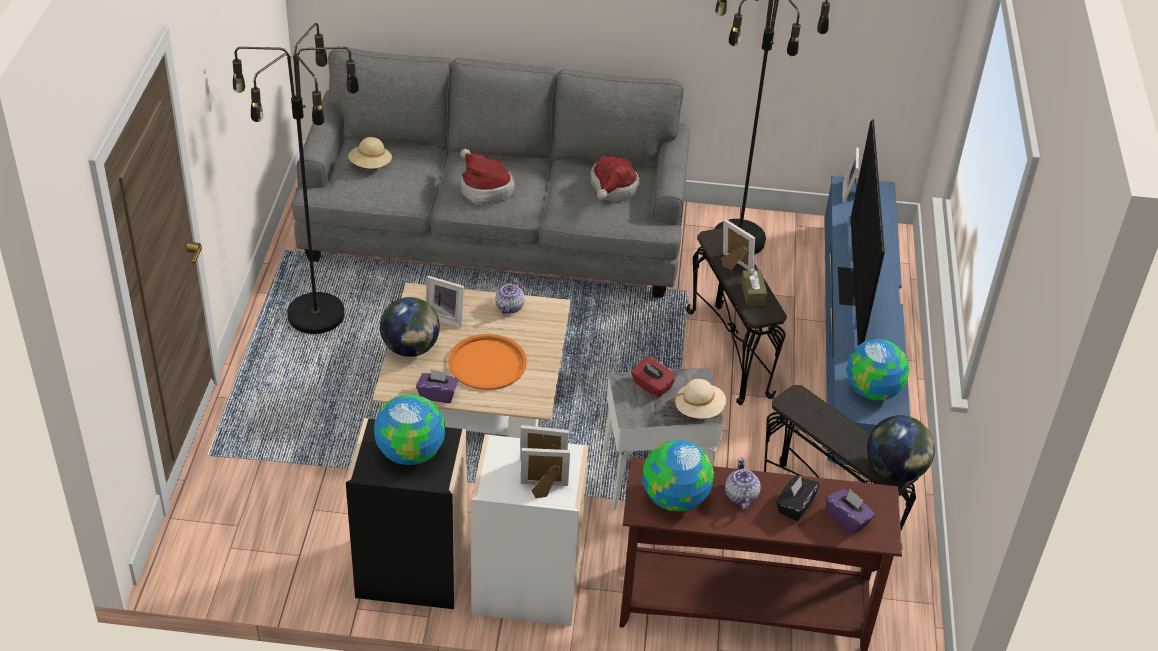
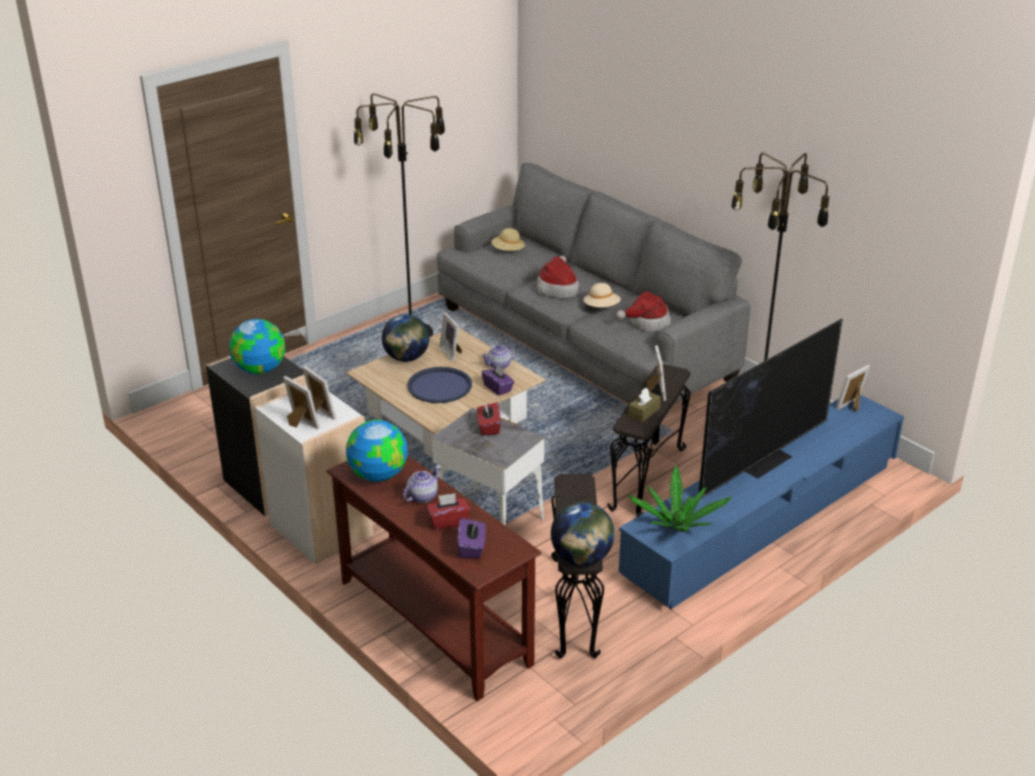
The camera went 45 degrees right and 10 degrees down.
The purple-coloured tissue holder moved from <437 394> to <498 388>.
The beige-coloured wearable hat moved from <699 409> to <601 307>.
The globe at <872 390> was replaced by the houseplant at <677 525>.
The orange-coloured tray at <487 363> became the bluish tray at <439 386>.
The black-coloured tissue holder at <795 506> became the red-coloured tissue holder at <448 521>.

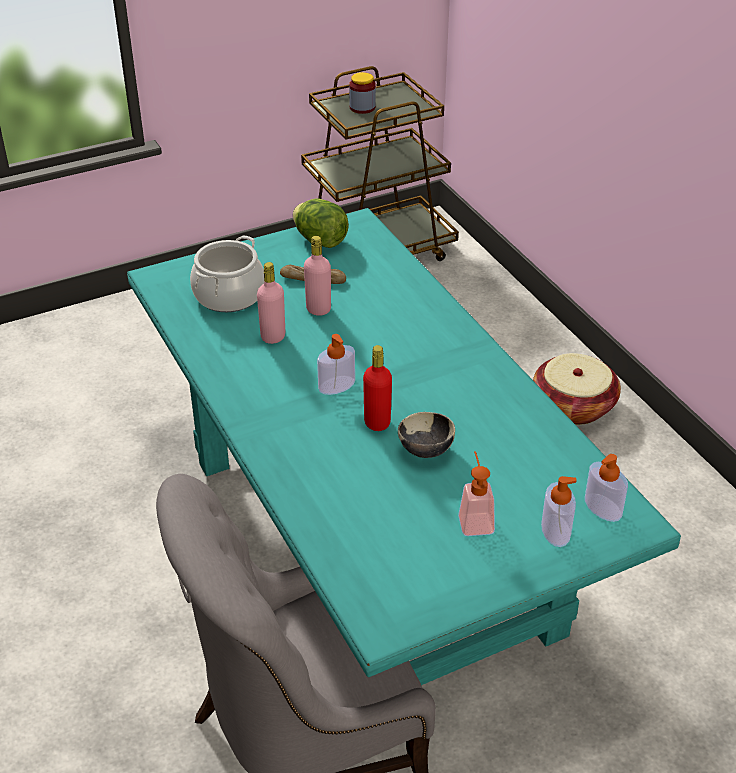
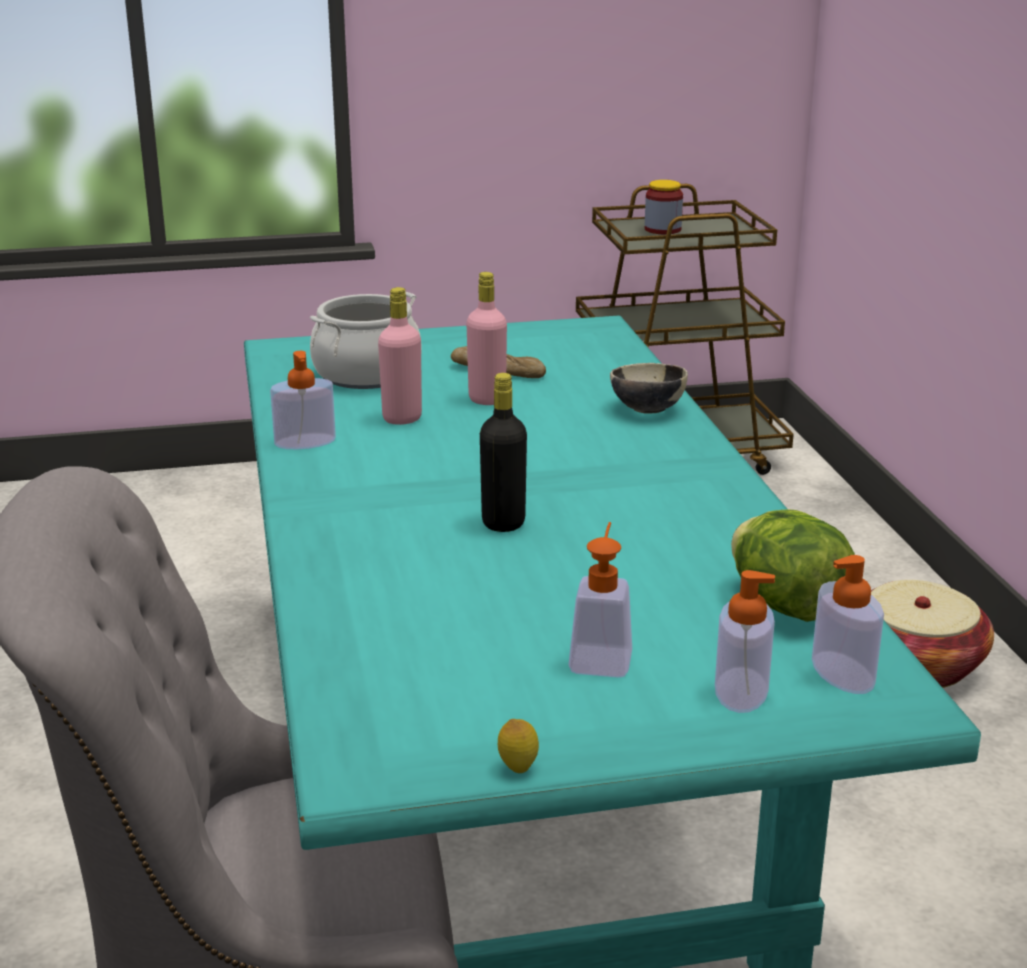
The camera went 15 degrees right and 15 degrees down.
The whole lemon at <518 768> appeared.
The lettuce head moved from <320 241> to <786 606>.
The liquid soap bottle moved from <336 385> to <305 442>.
The bowl moved from <425 450> to <647 410>.
The red-coloured beverage bottle at <377 422> became the black-coloured beverage bottle at <503 523>.

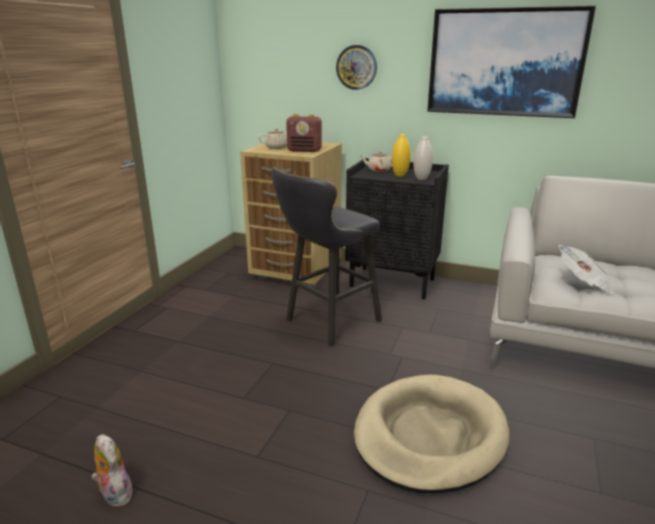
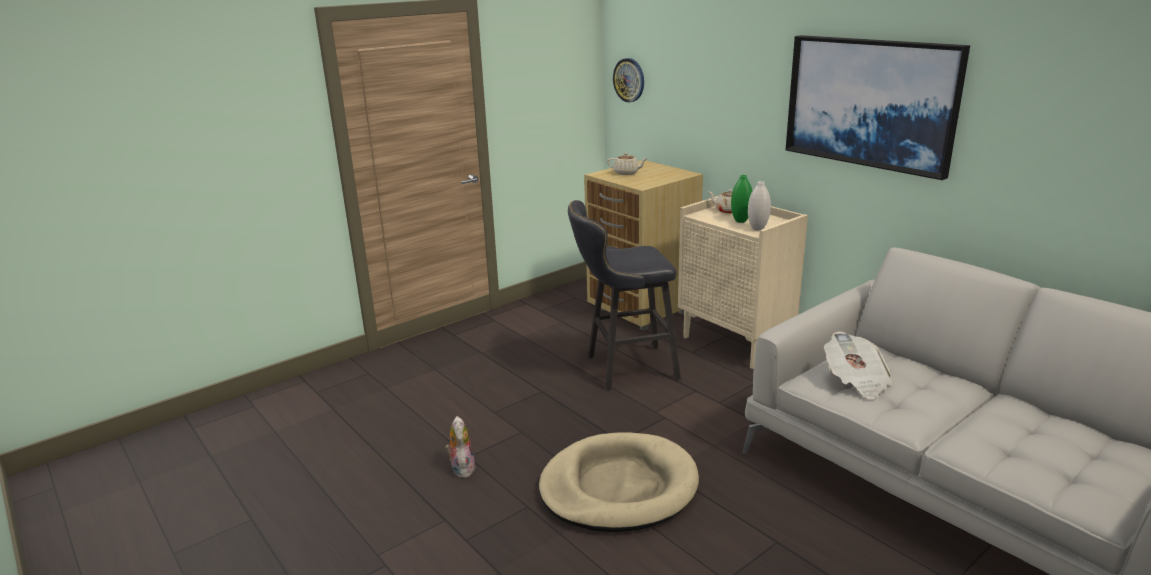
The camera went 30 degrees right and 0 degrees up.
The radio at <305 150> disappeared.
The plush toy moved from <114 494> to <461 468>.
The hanging clock moved from <356 67> to <629 80>.
The black-coloured storage cabinet at <393 283> became the beige-coloured storage cabinet at <735 343>.
The yellow-coloured decorative vase at <400 175> became the green-coloured decorative vase at <740 221>.

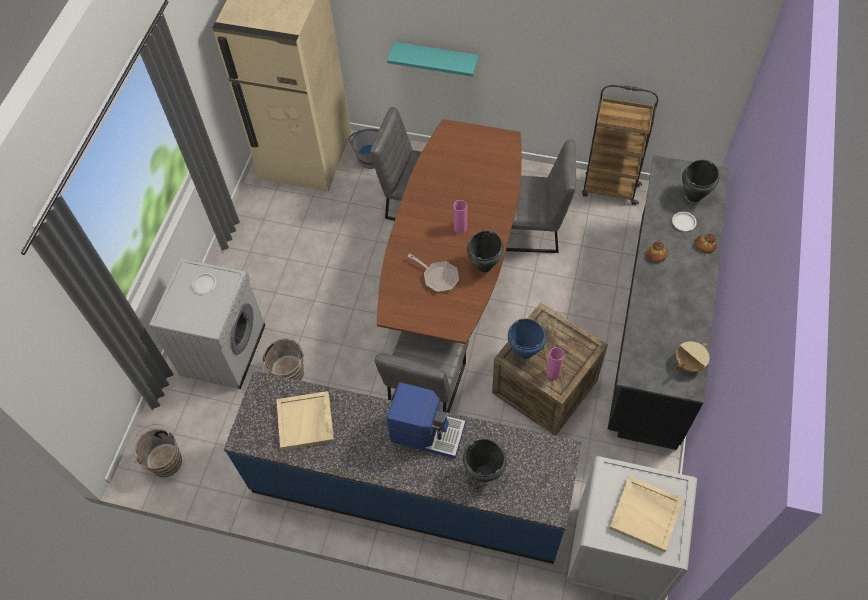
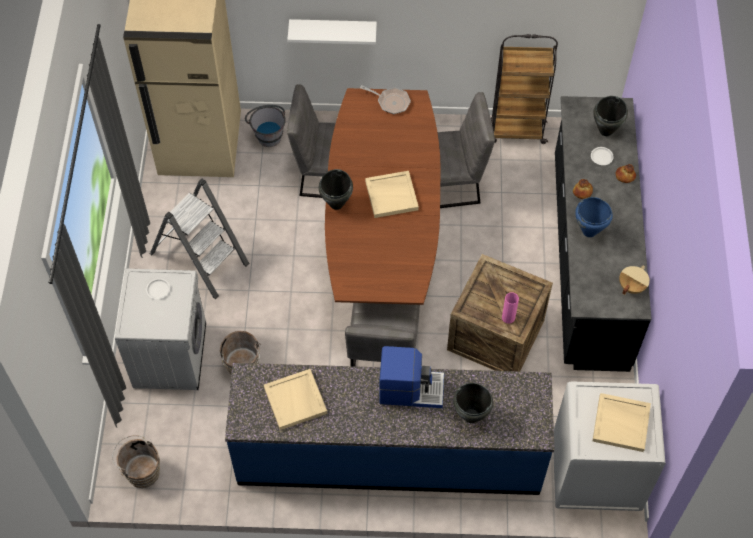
The camera went 15 degrees left and 0 degrees up.
The gray stepladder at <198 257> appeared.
The pan moved from <438 277> to <391 102>.
The black-coloured cooking pot moved from <485 266> to <336 203>.
The bluish cooking pot moved from <524 353> to <589 231>.
The pinkish decorative vase at <460 228> was replaced by the beige-coloured tray at <392 195>.
The turquoise shelf at <436 58> became the white-coloured shelf at <333 30>.

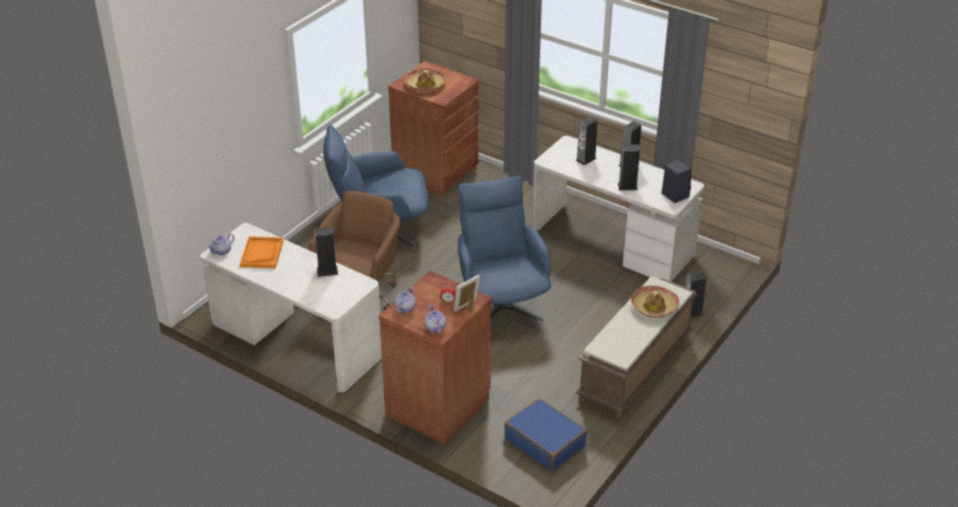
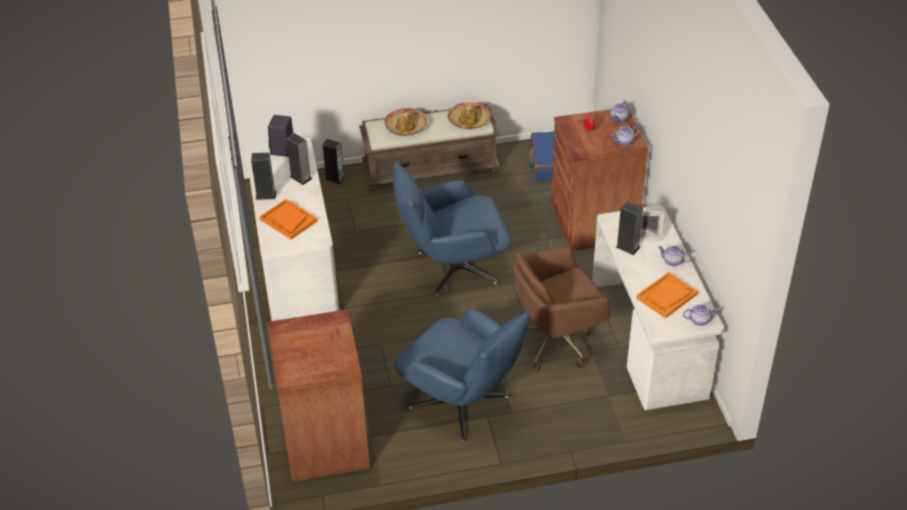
The camera went 135 degrees left and 5 degrees up.
The pot for tea at <672 261> appeared.
The wearable hat moved from <425 84> to <469 120>.
The picture frame moved from <468 308> to <648 236>.
The audio speaker at <586 159> was replaced by the orange-coloured tray at <288 220>.
The bluish easy chair at <501 305> turned 45 degrees clockwise.

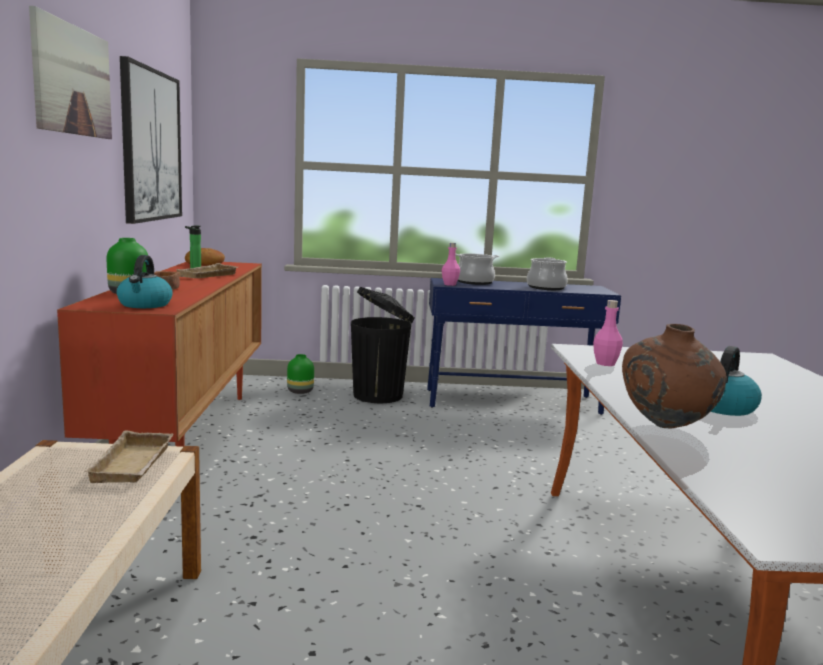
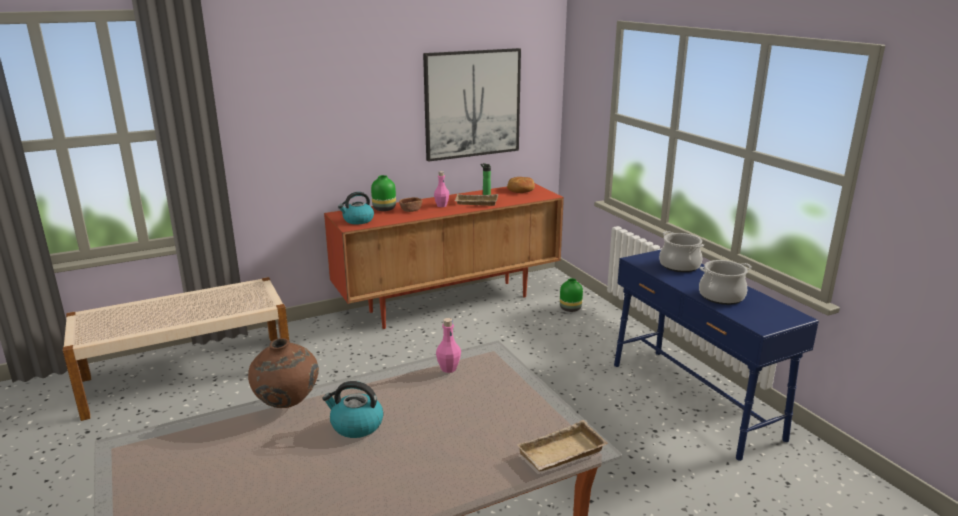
The camera went 65 degrees right and 10 degrees up.
The wall art at <73 80> disappeared.
The black-coloured trash can at <379 395> disappeared.
The beige-coloured tray moved from <135 465> to <562 454>.
The pinkish beverage bottle moved from <450 284> to <441 205>.

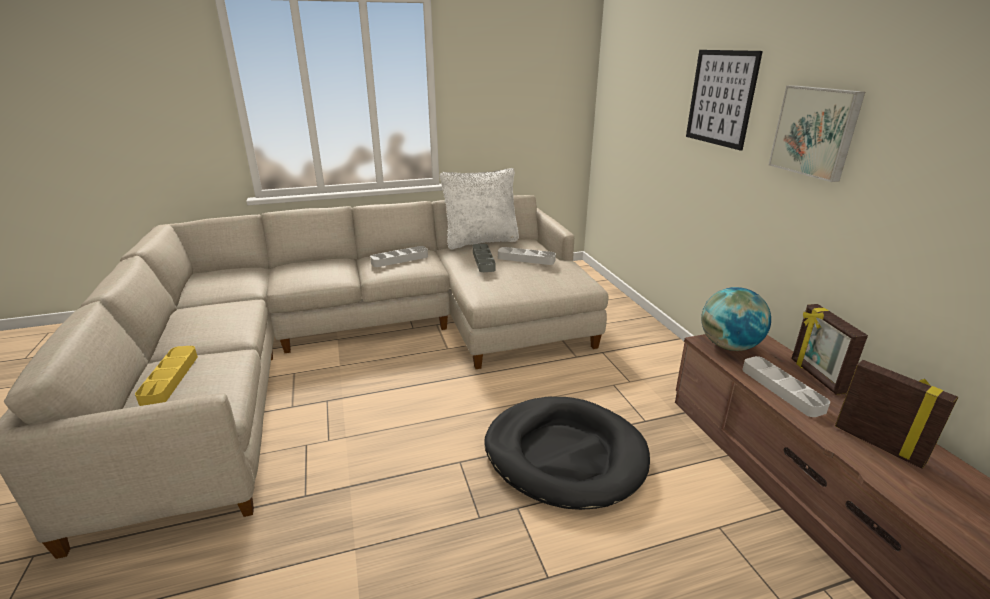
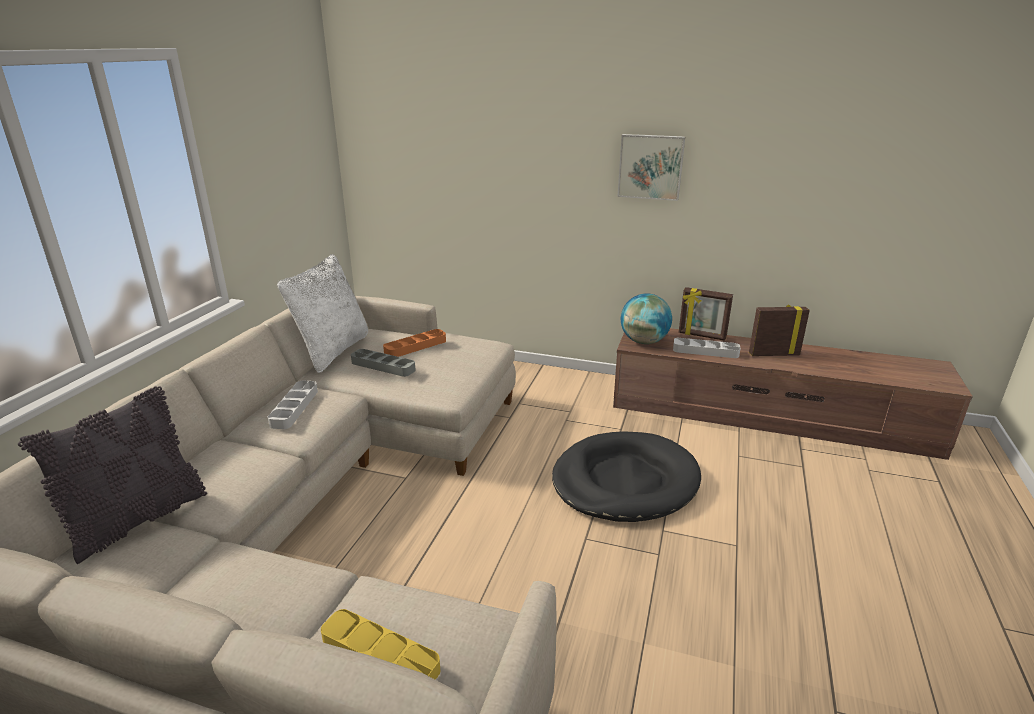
The camera went 55 degrees left and 0 degrees up.
The wall art at <721 98> disappeared.
The black-coloured pillow at <138 519> appeared.
The gray tray at <526 259> became the orange-coloured tray at <415 347>.

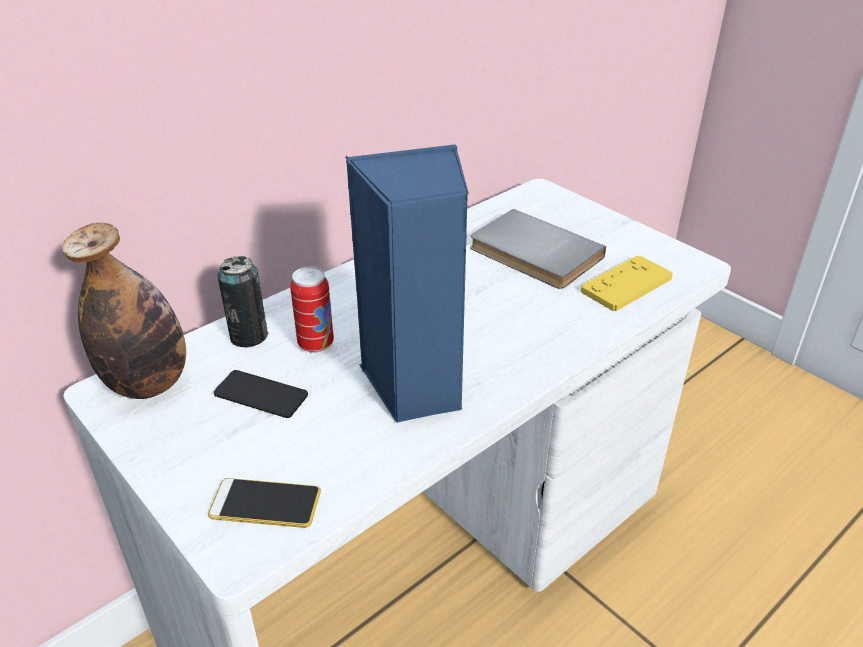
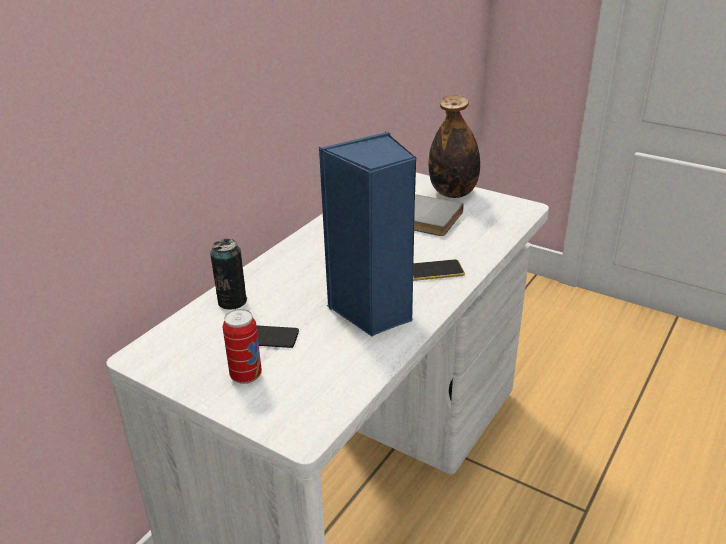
The camera went 15 degrees left and 5 degrees down.
The yellow-coloured gamepad at <626 285> disappeared.
The beverage bottle moved from <148 383> to <453 193>.
The handset moved from <265 504> to <432 271>.
The sealed can moved from <316 344> to <246 376>.

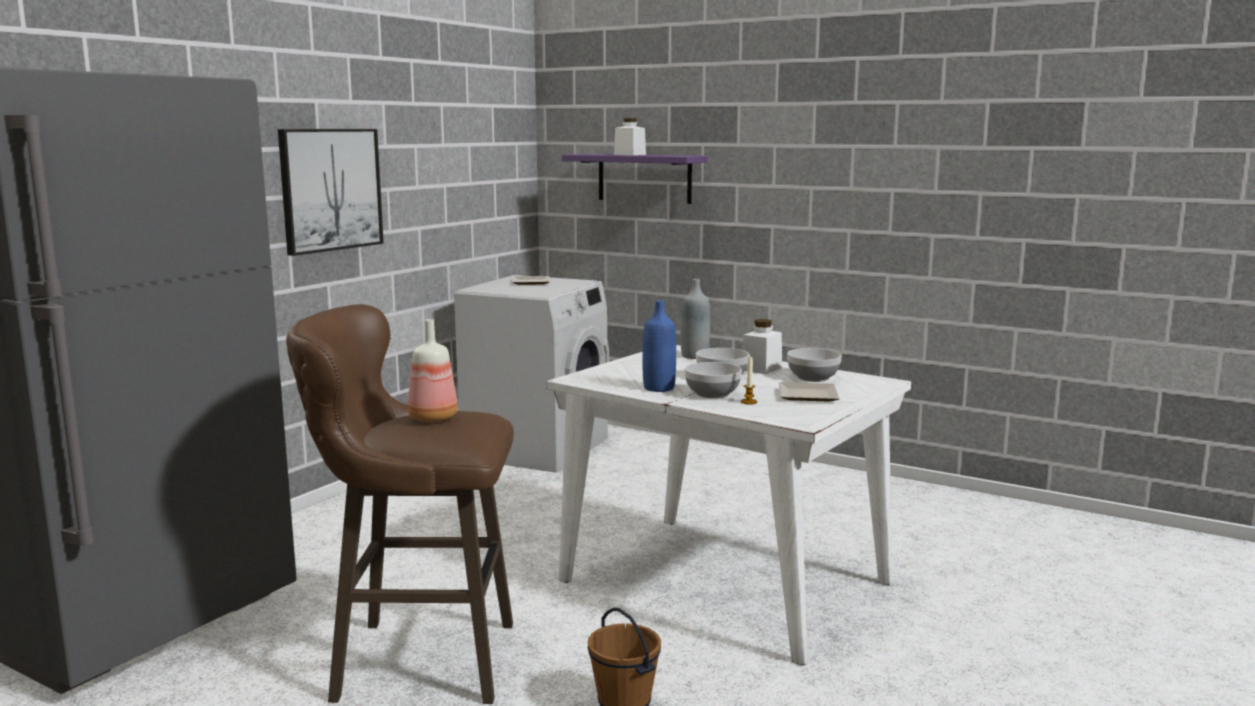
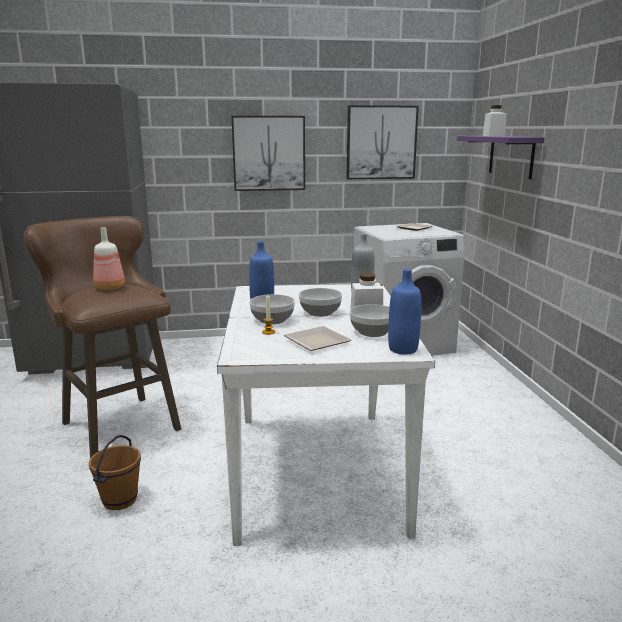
The camera went 50 degrees right and 5 degrees up.
The wall art at <381 142> appeared.
The bluish beverage bottle at <403 349> appeared.

